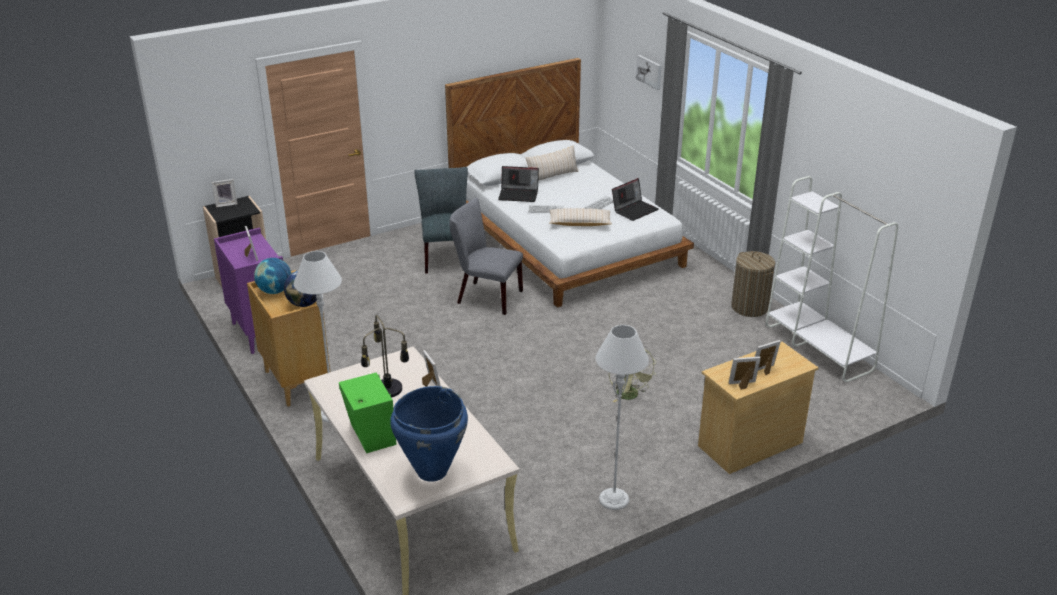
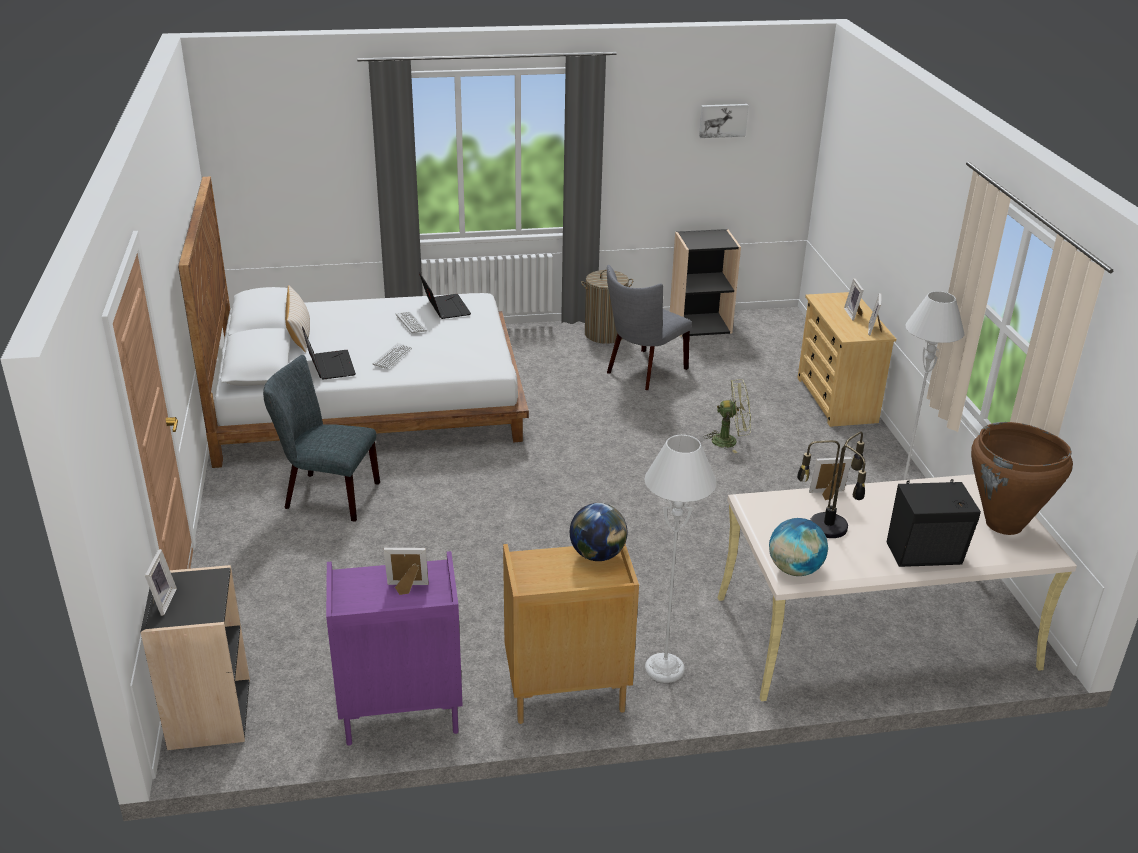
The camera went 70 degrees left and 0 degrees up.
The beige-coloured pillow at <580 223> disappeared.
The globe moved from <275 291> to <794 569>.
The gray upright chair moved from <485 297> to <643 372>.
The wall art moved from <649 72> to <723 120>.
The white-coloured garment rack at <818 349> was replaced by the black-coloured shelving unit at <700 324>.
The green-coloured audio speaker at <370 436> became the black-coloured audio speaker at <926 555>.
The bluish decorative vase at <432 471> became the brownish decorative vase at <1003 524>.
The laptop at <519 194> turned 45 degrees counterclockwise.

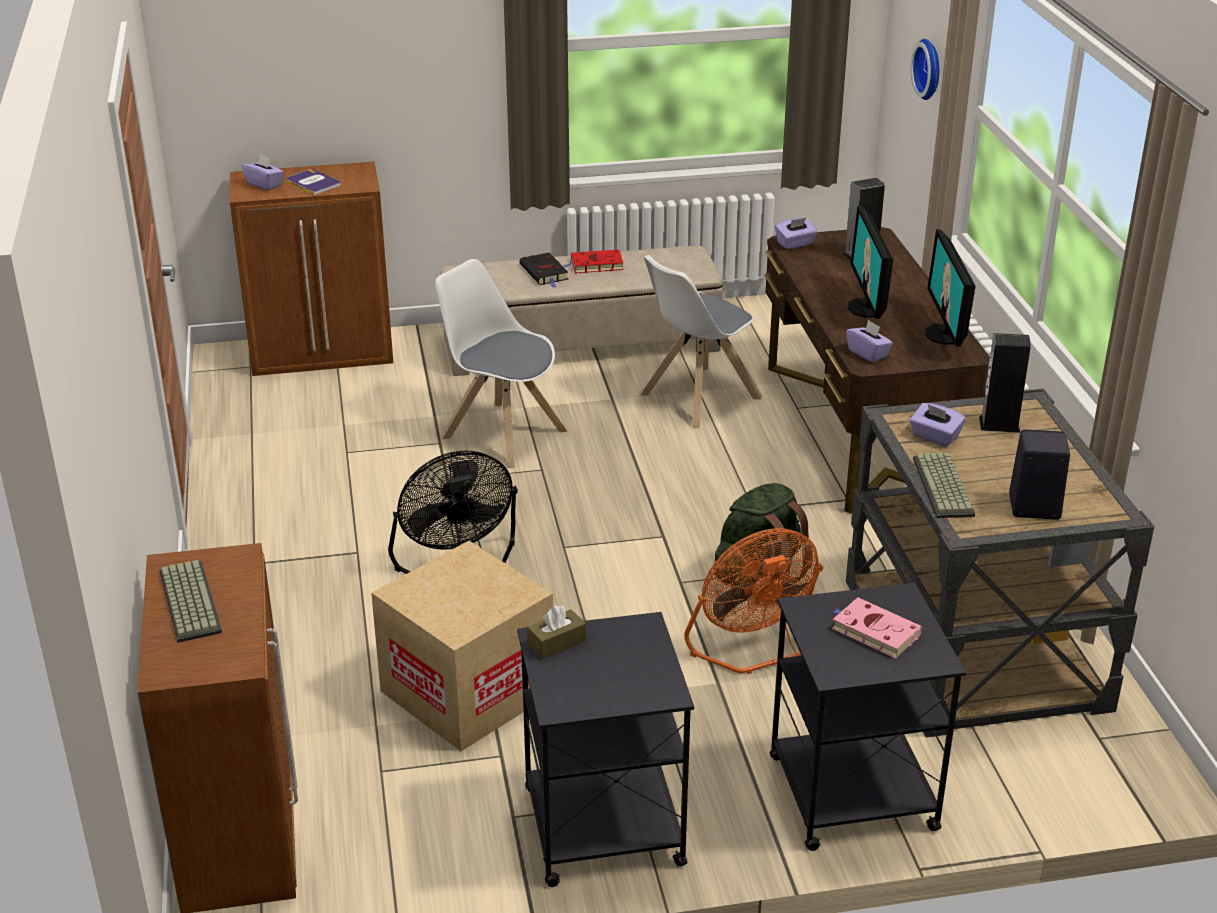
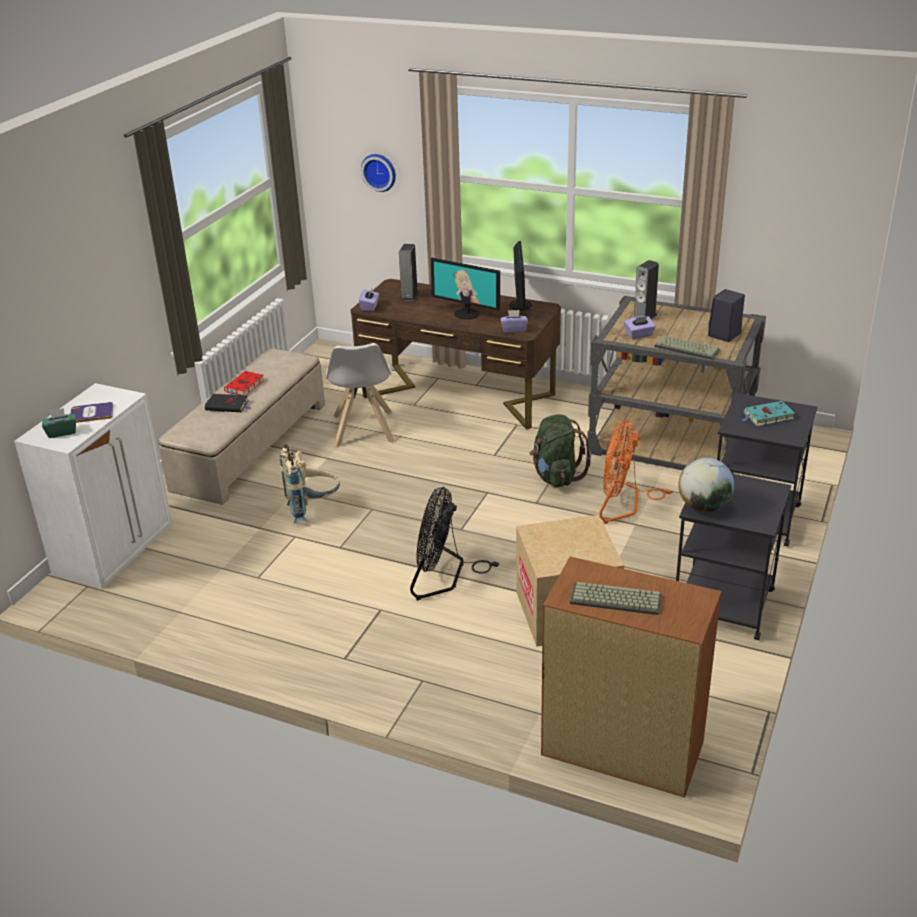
The camera went 55 degrees left and 0 degrees up.
The upright chair at <501 433> was replaced by the beige-coloured backpack at <313 509>.
The brownish tissue holder at <556 643> was replaced by the globe at <704 507>.
The brownish storage cabinet at <322 352> became the white-coloured storage cabinet at <114 547>.
The purple-coloured tissue holder at <265 184> became the green-coloured tissue holder at <62 432>.
The pinkish bound book at <873 631> became the turquoise bound book at <767 417>.
The monitor at <945 334> turned 120 degrees counterclockwise.

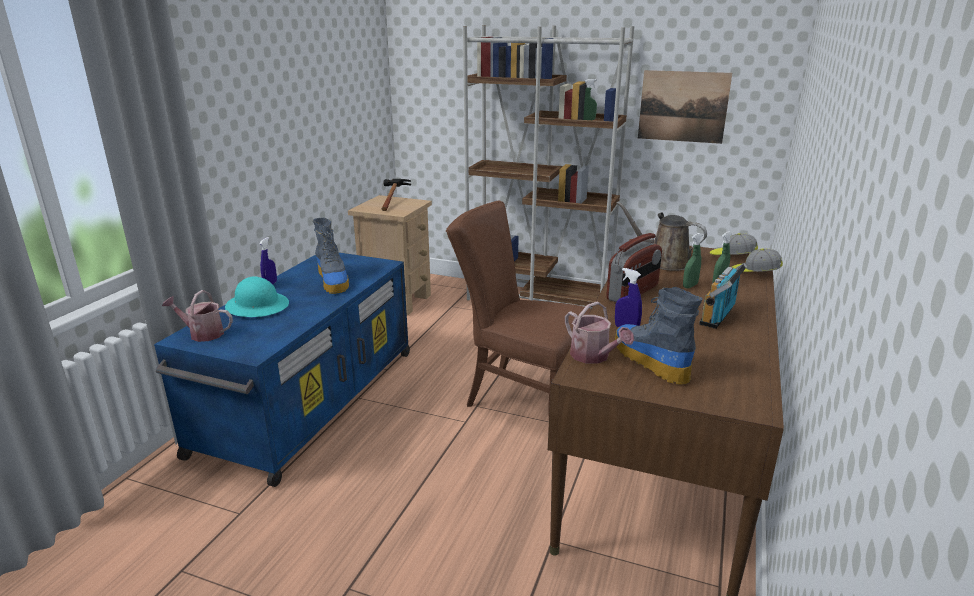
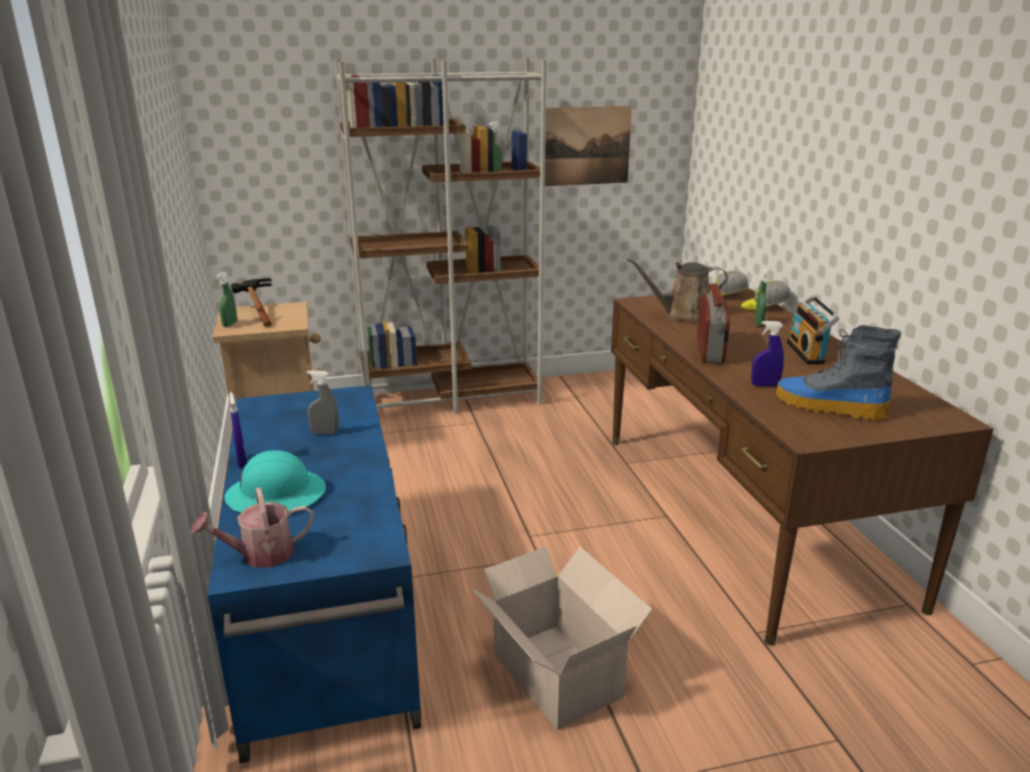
The camera went 35 degrees left and 0 degrees up.
The brownish upright chair at <519 396> disappeared.
The watering can at <594 357> disappeared.
The packing box at <555 671> appeared.
The green-coloured sprayer moved from <690 286> to <230 324>.
The boot at <333 281> was replaced by the gray sprayer at <325 433>.

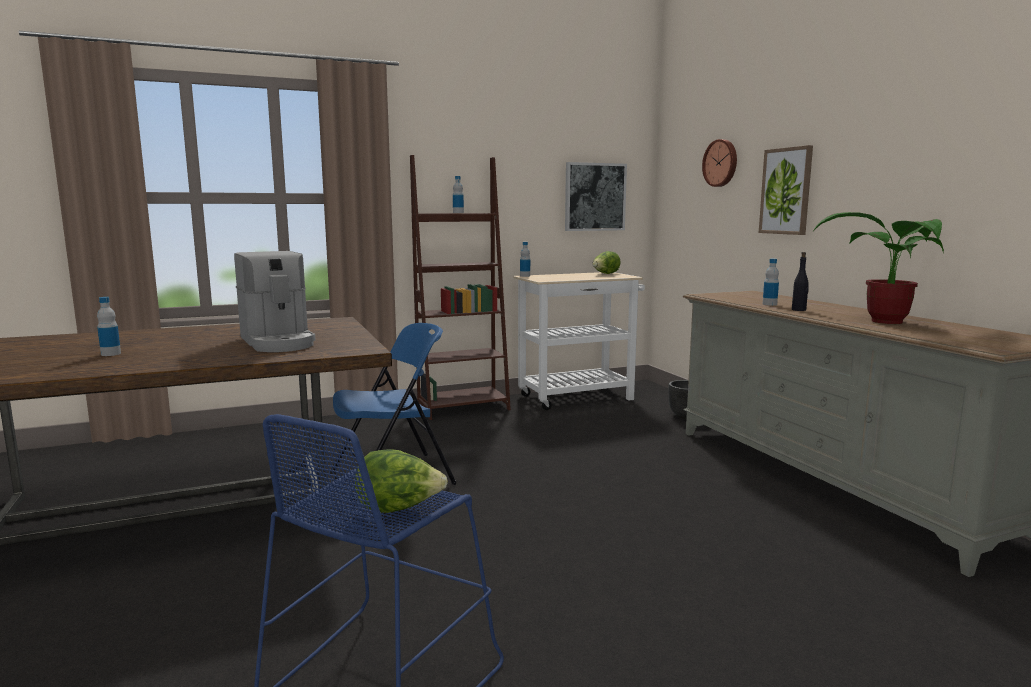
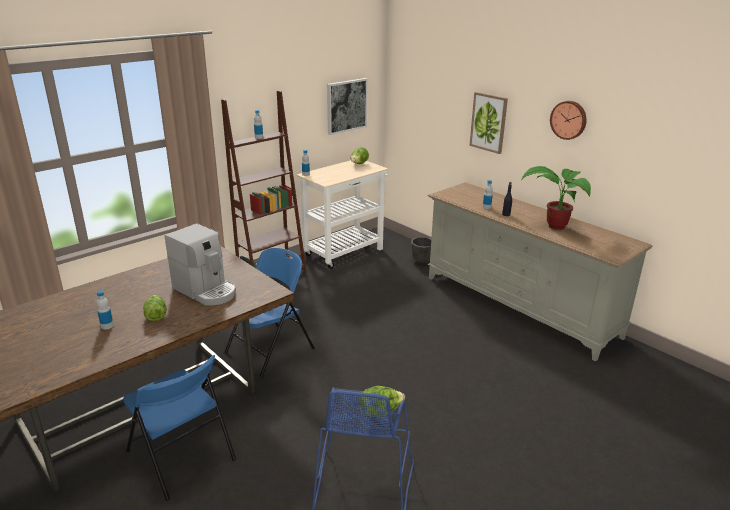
The camera went 20 degrees left and 15 degrees up.
The bluish upright chair at <180 456> appeared.
The lettuce head at <155 315> appeared.
The hanging clock moved from <721 163> to <569 120>.

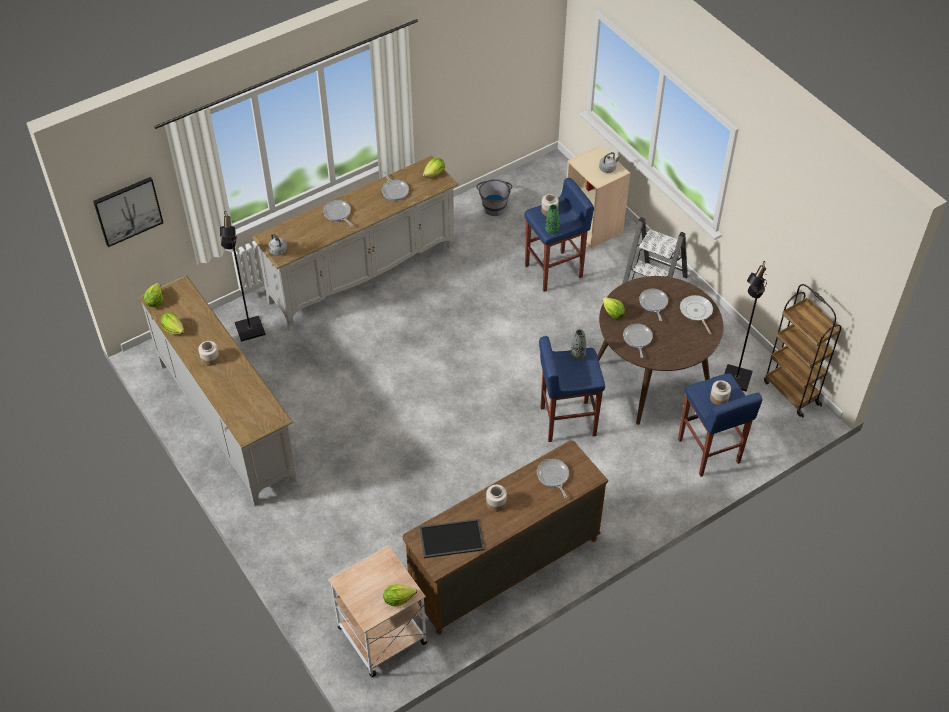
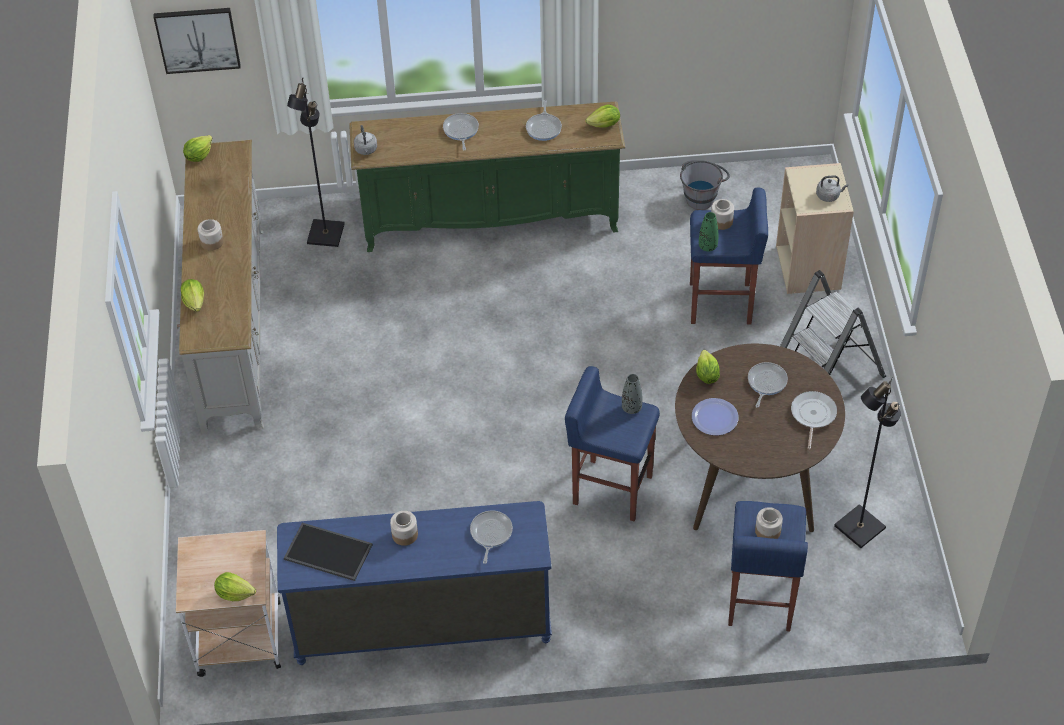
The camera went 30 degrees right and 0 degrees up.
The brownish wheeled cart at <791 393> disappeared.
The lettuce head moved from <173 329> to <195 302>.
The pan at <637 339> was replaced by the dinner plate at <714 417>.
The gray storage cabinet at <363 276> became the green-coloured storage cabinet at <491 222>.
The brownish dresser at <503 568> became the bluish dresser at <421 625>.

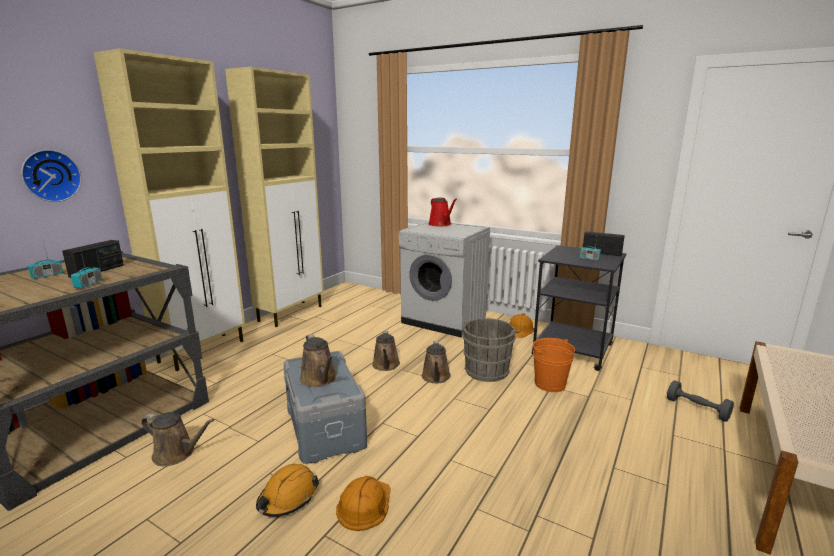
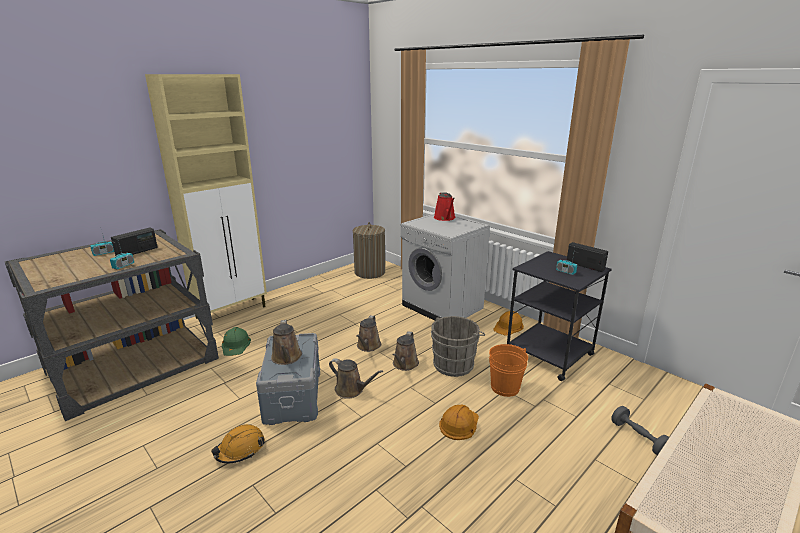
The camera went 15 degrees right and 5 degrees up.
The hanging clock at <50 175> disappeared.
The beige-coloured storage cabinet at <291 313> disappeared.
The green-coloured work helmet at <236 345> appeared.
The washing basket at <370 272> appeared.
The brownish watering can moved from <177 454> to <351 390>.
The orange-coloured work helmet moved from <364 504> to <459 424>.

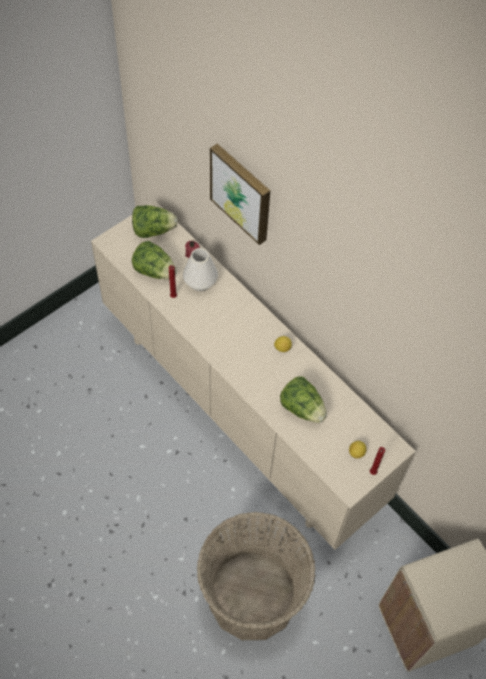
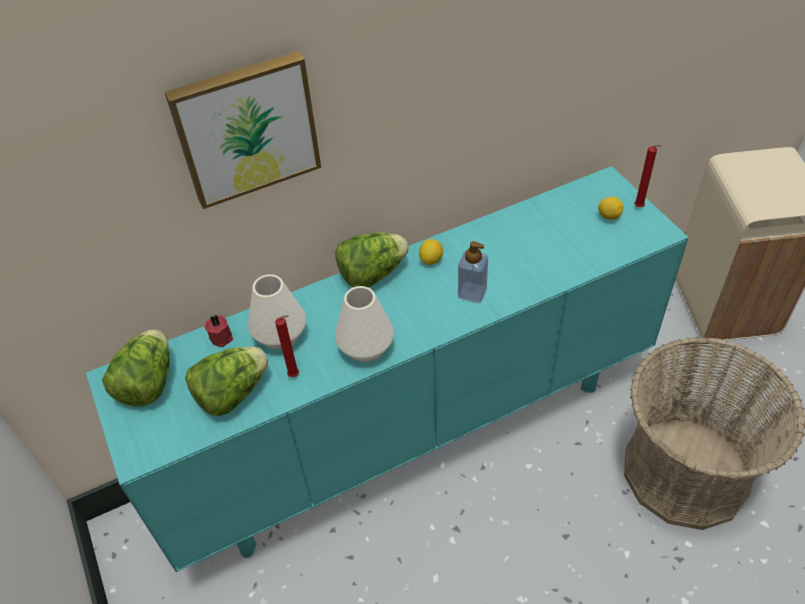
The camera went 70 degrees left and 10 degrees down.
The white-coloured decorative vase at <366 347> appeared.
The liquid soap bottle at <472 293> appeared.
The lettuce head moved from <302 408> to <372 274>.
The beige-coloured storage cabinet at <240 411> became the turquoise storage cabinet at <411 433>.

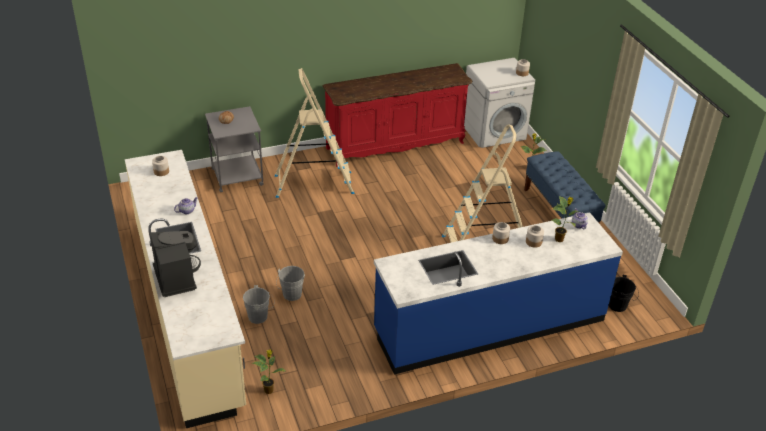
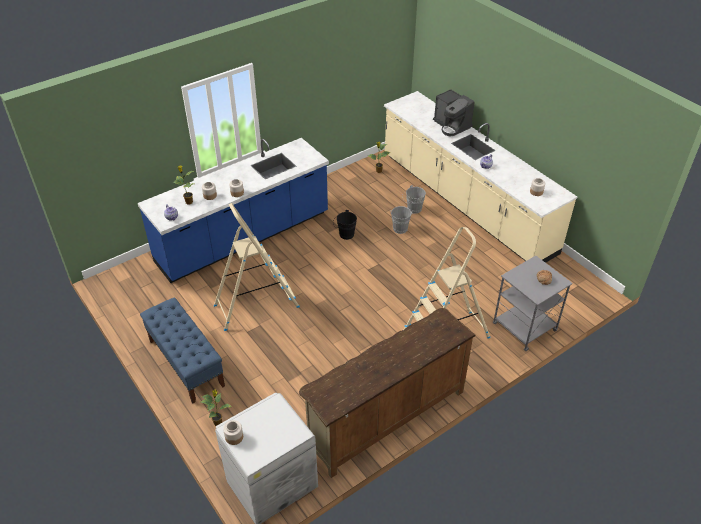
The camera went 165 degrees right and 5 degrees up.
The black-coloured pail moved from <619 306> to <345 234>.
The red-coloured storage cabinet at <396 146> became the beige-coloured storage cabinet at <385 417>.

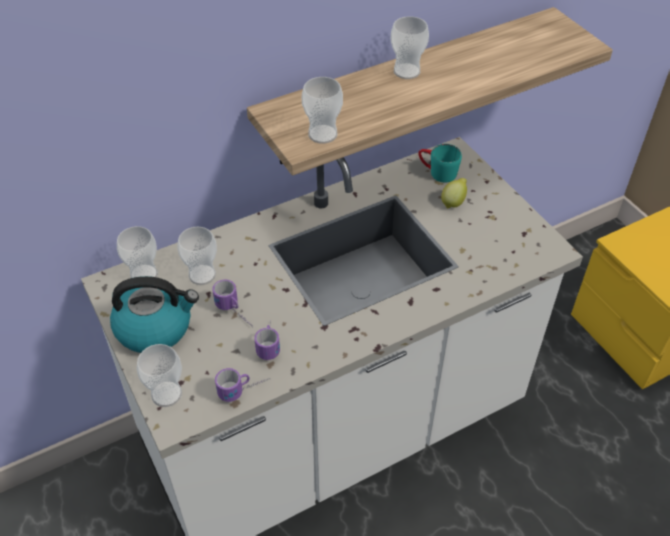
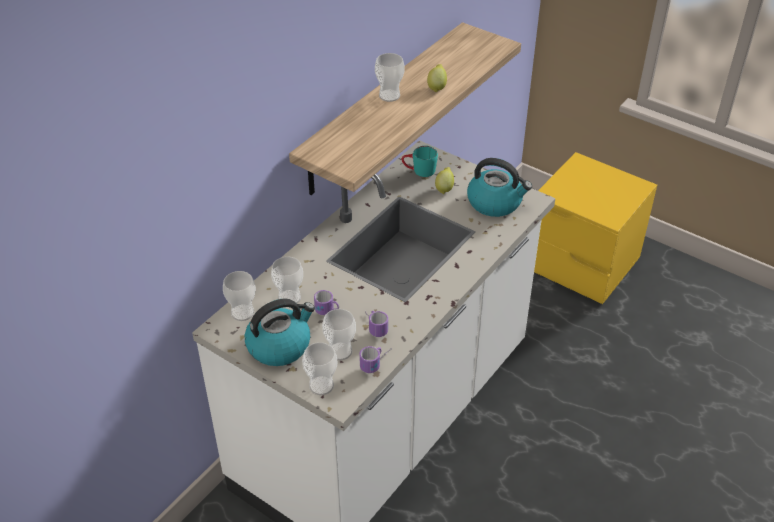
The camera went 25 degrees left and 5 degrees down.
The whole lemon at <437 87> appeared.
The tea kettle at <495 203> appeared.
The cup moved from <322 134> to <340 351>.

